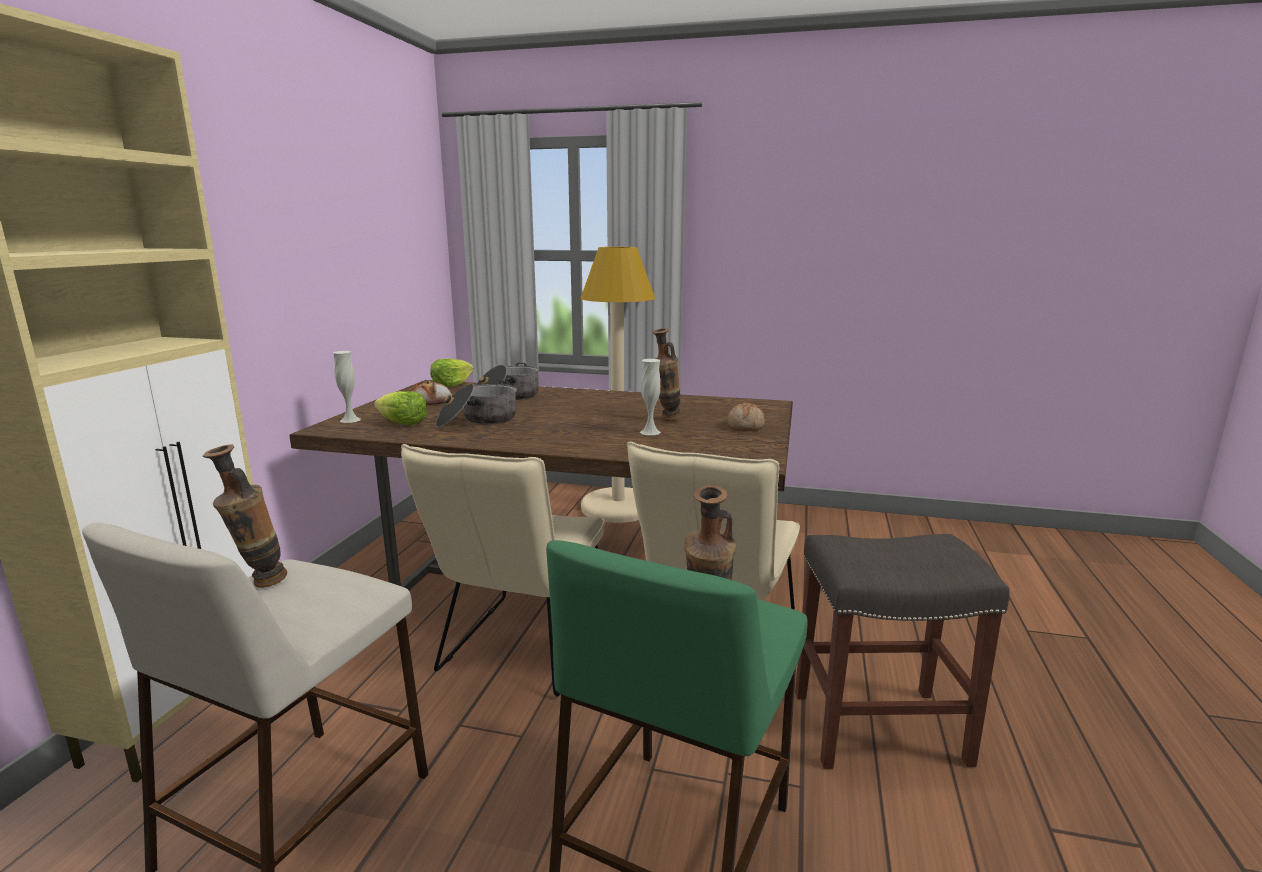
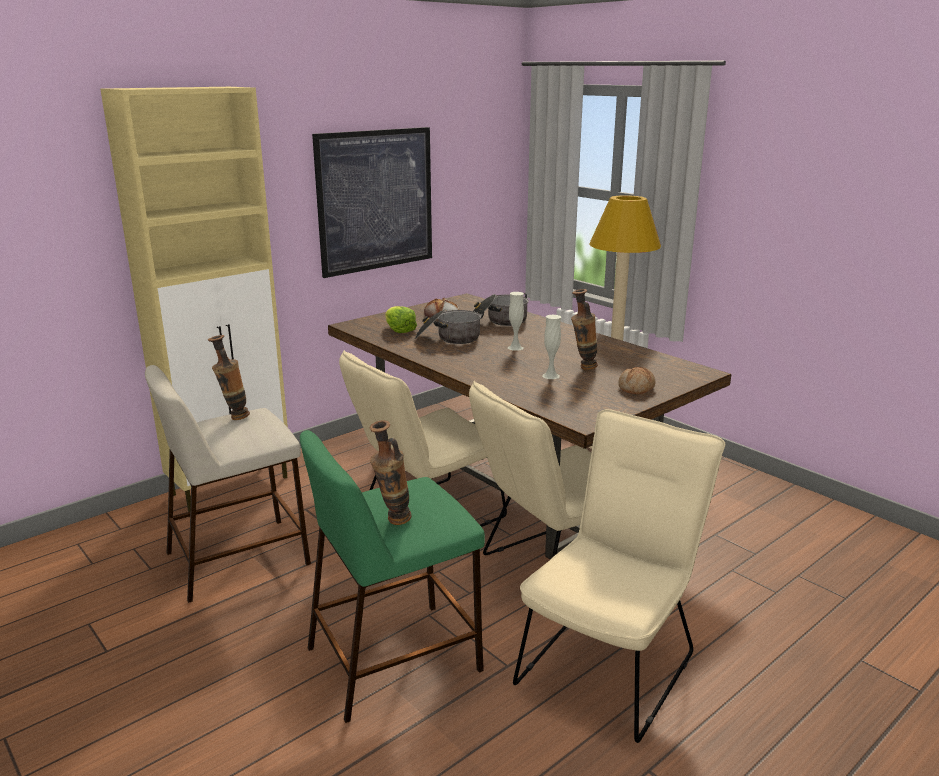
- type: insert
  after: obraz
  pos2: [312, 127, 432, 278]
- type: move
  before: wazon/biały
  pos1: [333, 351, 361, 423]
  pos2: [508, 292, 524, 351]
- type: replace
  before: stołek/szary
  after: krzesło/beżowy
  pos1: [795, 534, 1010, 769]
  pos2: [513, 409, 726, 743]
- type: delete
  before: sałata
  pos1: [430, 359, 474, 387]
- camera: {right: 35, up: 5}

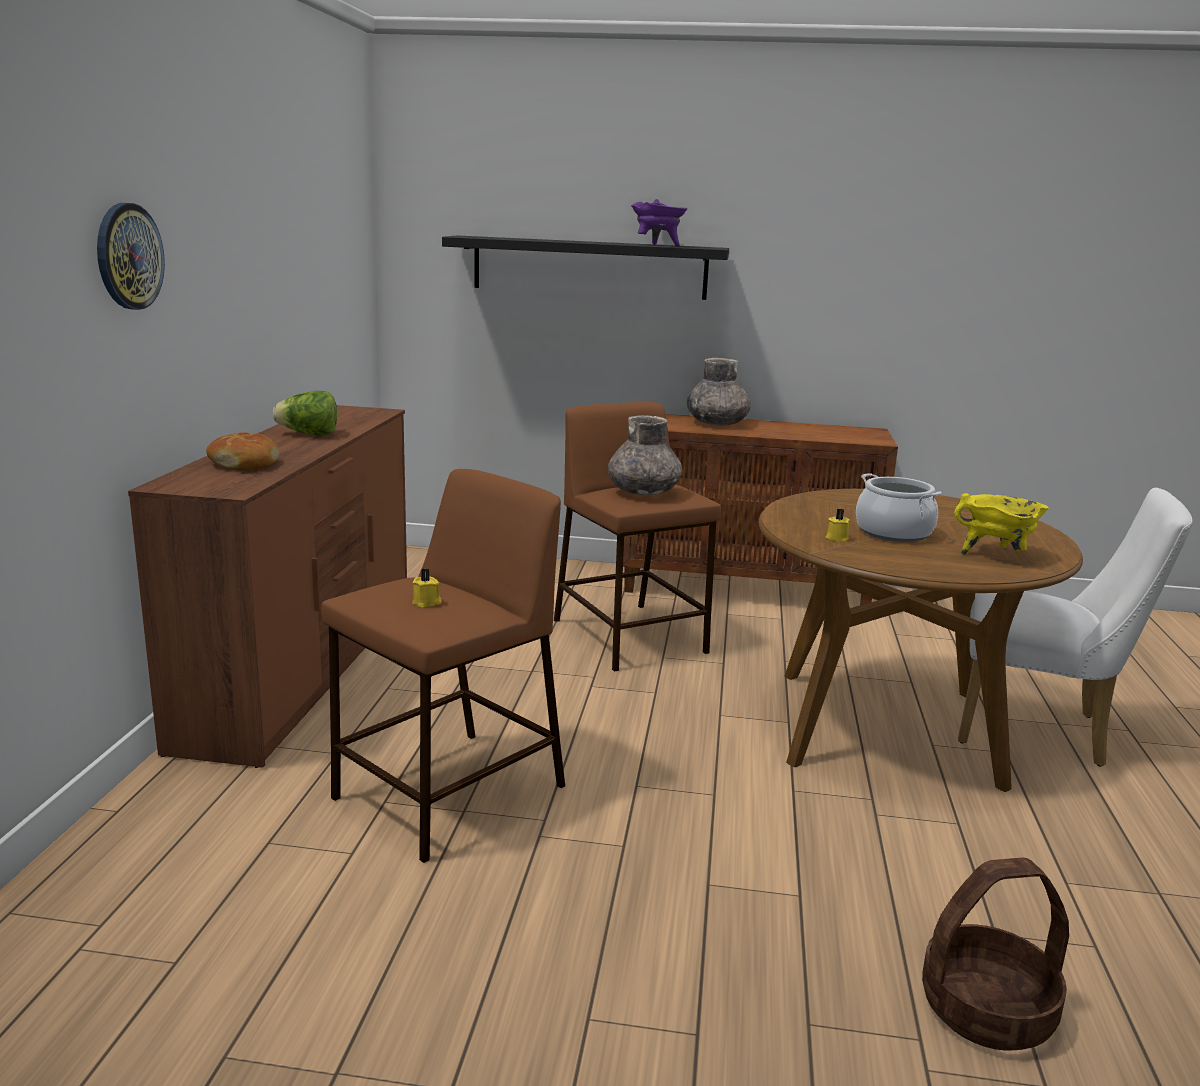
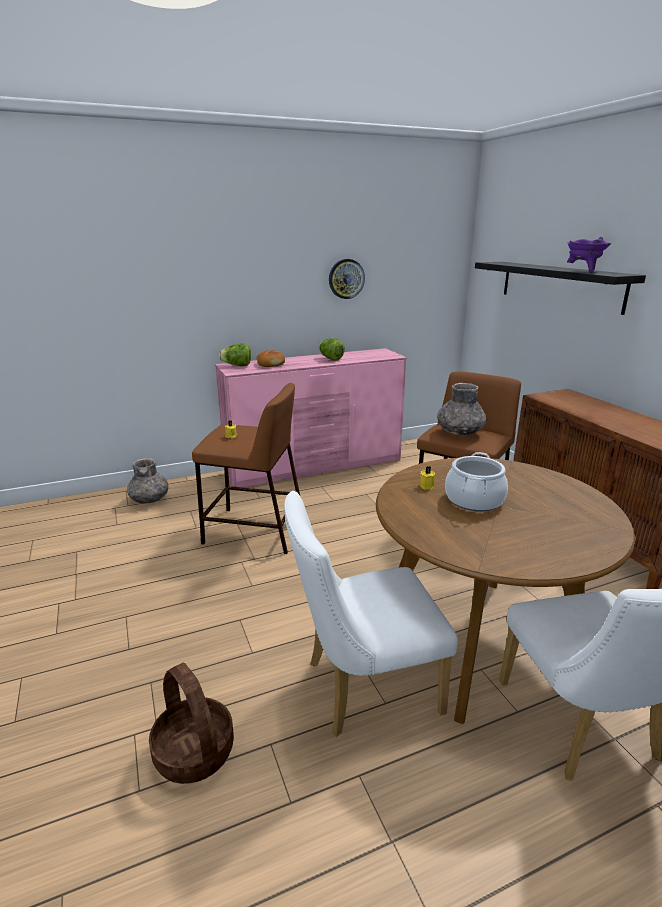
- type: move
  before: wazon/szary
  pos1: [686, 358, 751, 426]
  pos2: [127, 458, 168, 504]
- type: recolor
  before: komoda/brązowy
  after: komoda/różowy
  pos1: [128, 405, 407, 768]
  pos2: [215, 348, 407, 488]
- type: insert
  after: sałata
  pos2: [219, 344, 251, 366]
- type: insert
  after: krzesło/biały
  pos2: [284, 491, 458, 737]
- type: move
  before: zegar ścienny
  pos1: [97, 203, 165, 310]
  pos2: [329, 259, 365, 299]
- type: delete
  before: garnek/żółty
  pos1: [954, 493, 1049, 555]
- camera: {right: 60, up: 5}

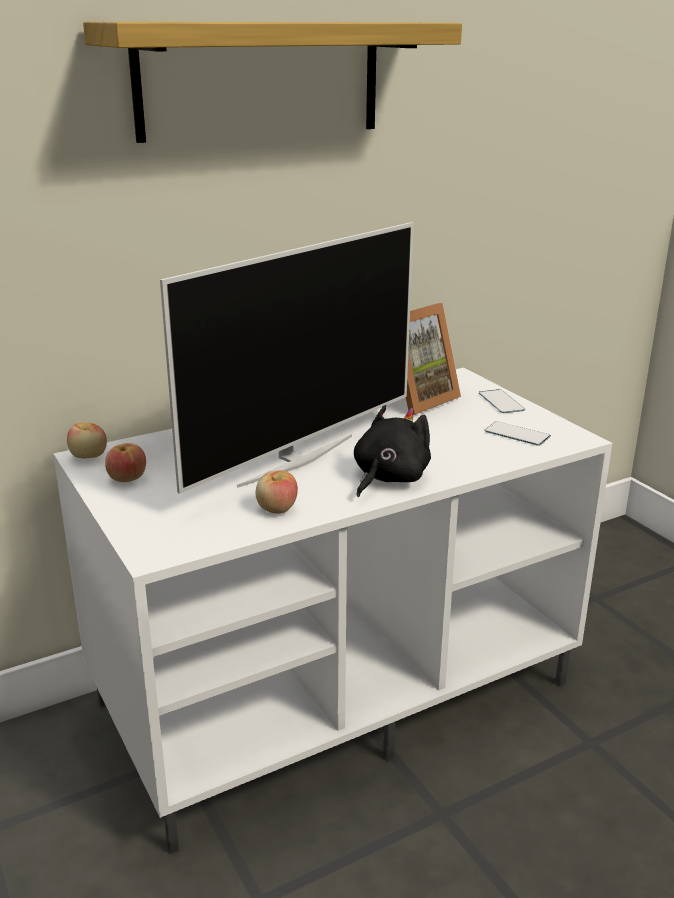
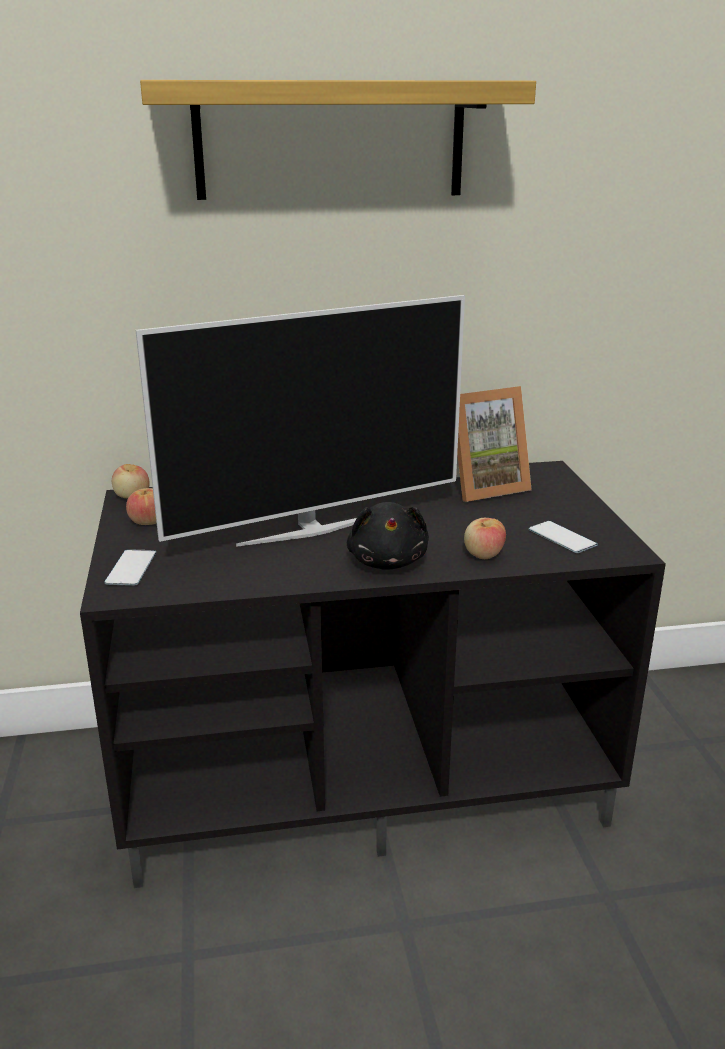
- type: recolor
  before: szafka pod telewizor/biały
  after: szafka pod telewizor/czarny
  pos1: [53, 368, 612, 854]
  pos2: [80, 461, 666, 888]
- type: move
  before: telefon
  pos1: [479, 389, 525, 413]
  pos2: [104, 549, 156, 586]
- type: rotate
  before: pluszak/czarny
  pos1: [354, 405, 431, 497]
  pos2: [347, 502, 429, 570]
  turn: 120
- type: move
  before: jabłko
  pos1: [256, 471, 298, 514]
  pos2: [464, 518, 506, 559]
- camera: {right: 20, up: 0}

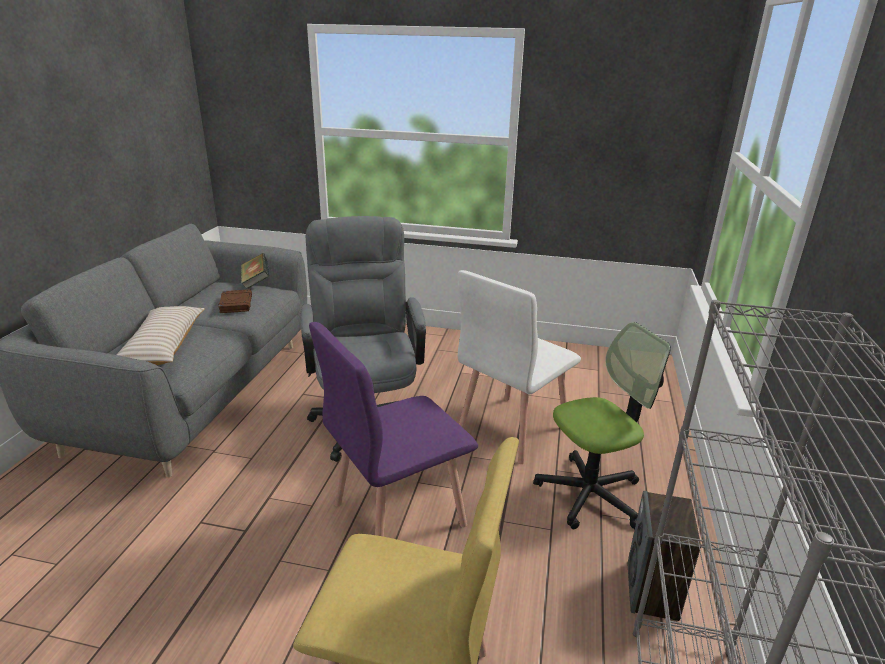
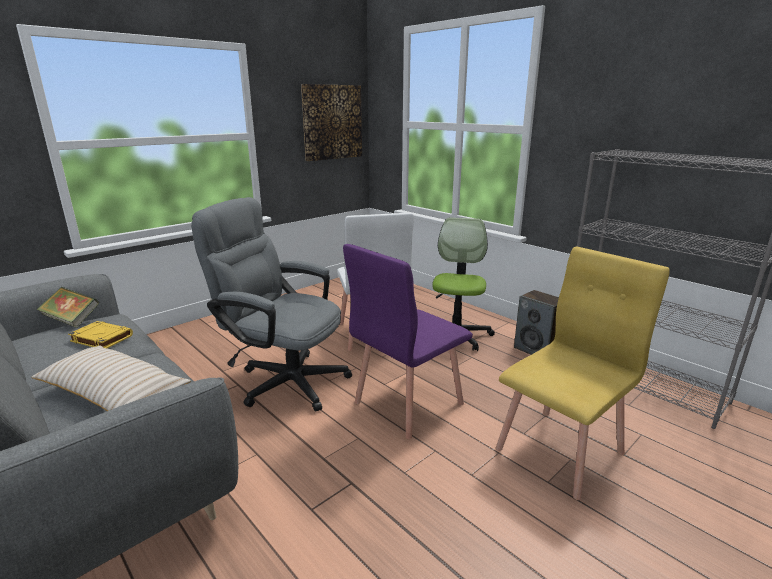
- type: recolor
  before: książka/brązowy
  after: książka/żółty
  pos1: [218, 289, 252, 313]
  pos2: [68, 321, 133, 348]
- type: insert
  after: obraz
  pos2: [301, 84, 362, 161]
- type: rotate
  before: krzesło/fioletowy
  pos1: [309, 322, 478, 537]
  pos2: [343, 244, 473, 439]
  turn: 45
- camera: {right: -55, up: -5}

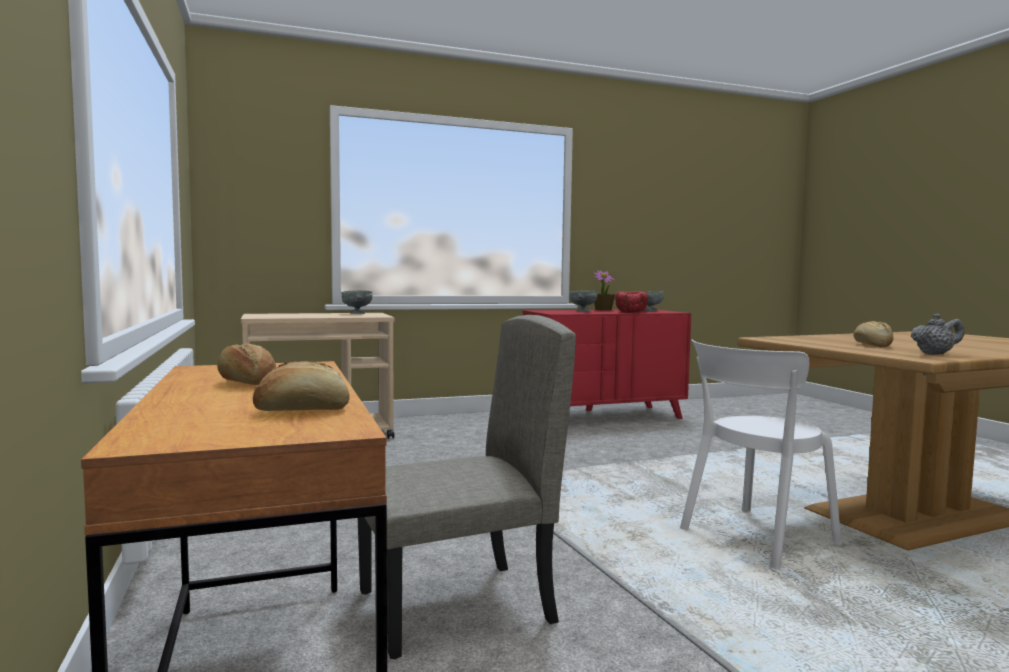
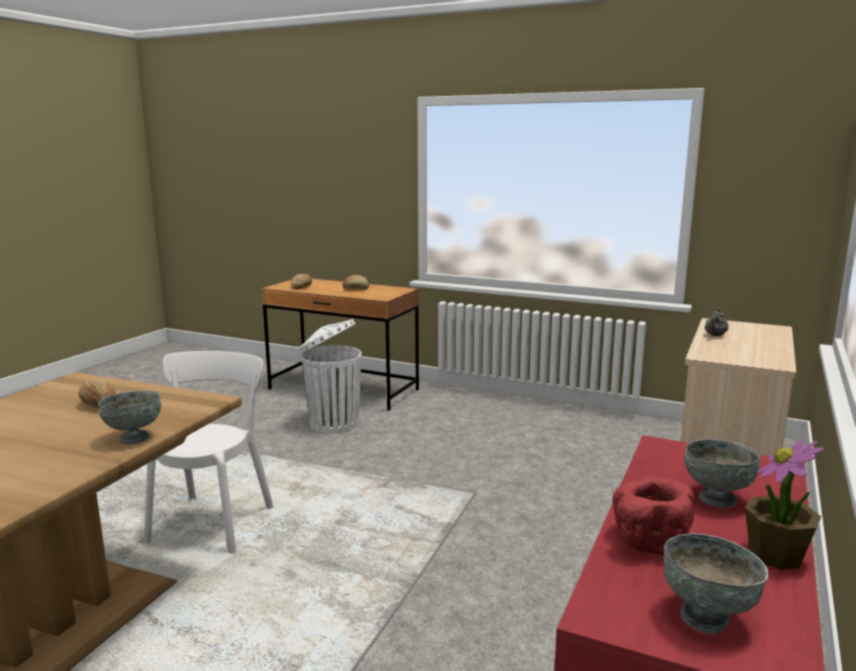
- type: move
  before: miska/szary
  pos1: [341, 290, 373, 314]
  pos2: [98, 390, 161, 444]
- type: replace
  before: krzesło/beżowy
  after: kosz na śmieci/biały
  pos1: [358, 315, 576, 659]
  pos2: [298, 319, 362, 433]
- type: move
  before: imbryk/szary
  pos1: [911, 313, 965, 355]
  pos2: [704, 308, 729, 336]
- camera: {right: 135, up: 10}

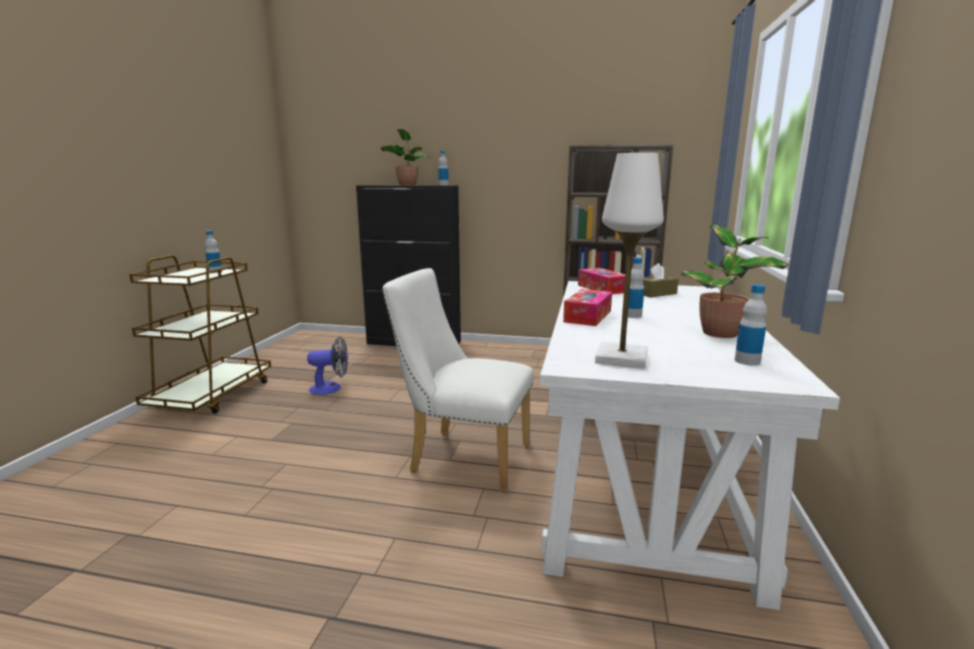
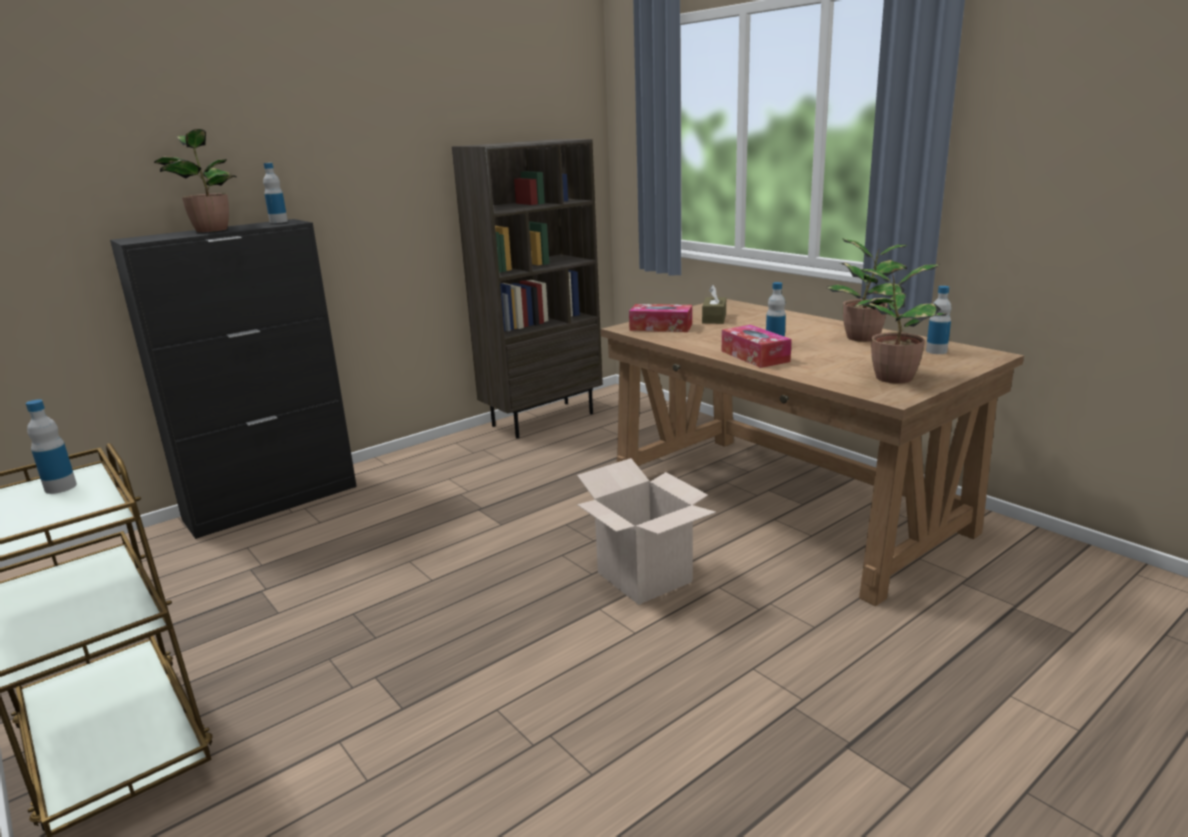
- type: replace
  before: krzesło/biały
  after: karton
  pos1: [383, 268, 534, 492]
  pos2: [577, 458, 716, 605]
- type: recolor
  before: biurko/biały
  after: biurko/brązowy
  pos1: [540, 281, 840, 610]
  pos2: [601, 299, 1024, 606]
- type: replace
  before: lampa stołowa/biały
  after: roślina doniczkowa
  pos1: [595, 153, 664, 369]
  pos2: [853, 264, 948, 384]
- type: delete
  before: wentylator
  pos1: [307, 337, 348, 395]
- camera: {right: -50, up: 5}

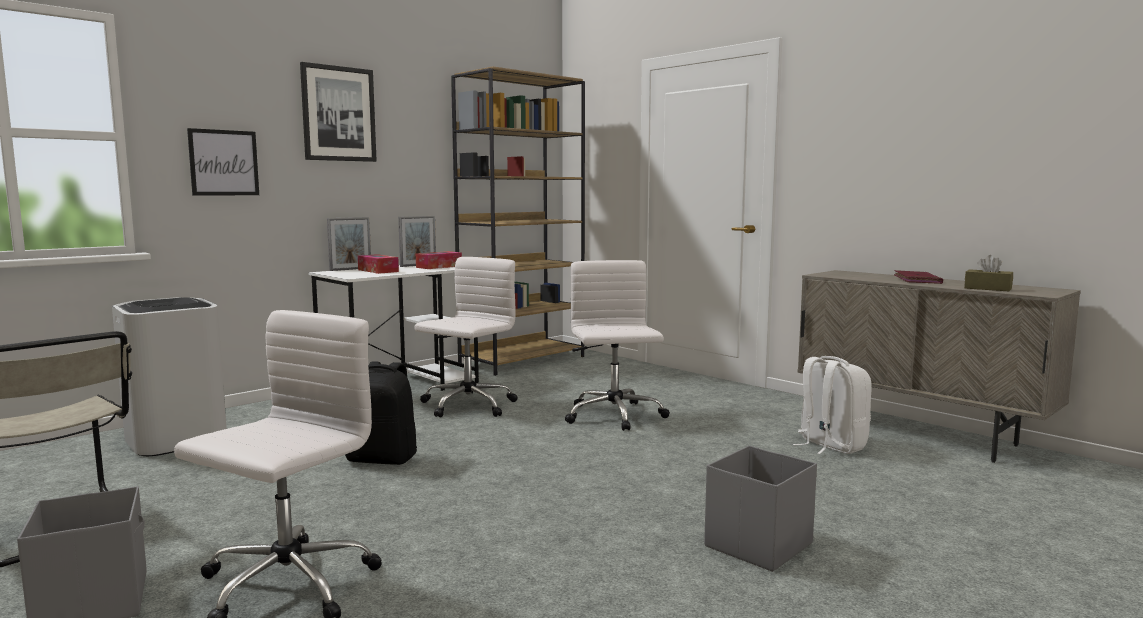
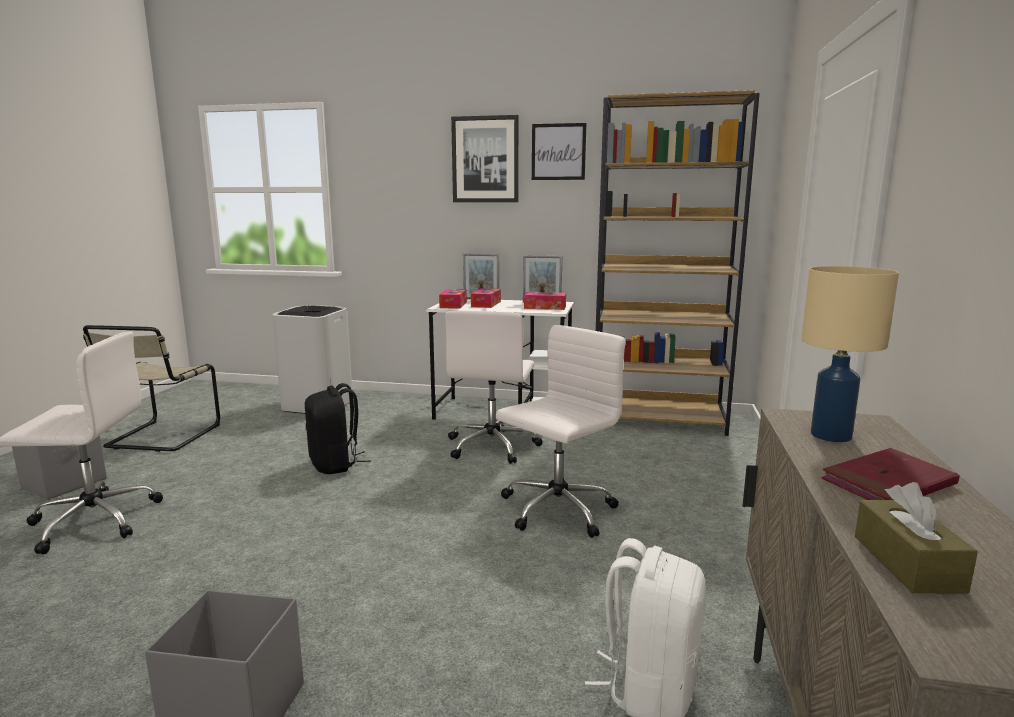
- type: insert
  after: pudełko chusteczek
  pos2: [439, 289, 467, 309]
- type: rotate
  before: krzesło biurowe/biały
  pos1: [414, 257, 517, 417]
  pos2: [445, 310, 543, 464]
  turn: 105
- type: move
  before: obraz
  pos1: [187, 128, 259, 196]
  pos2: [532, 123, 586, 180]
- type: insert
  after: lampa stołowa/beżowy
  pos2: [801, 266, 899, 442]
- camera: {right: 55, up: 5}

